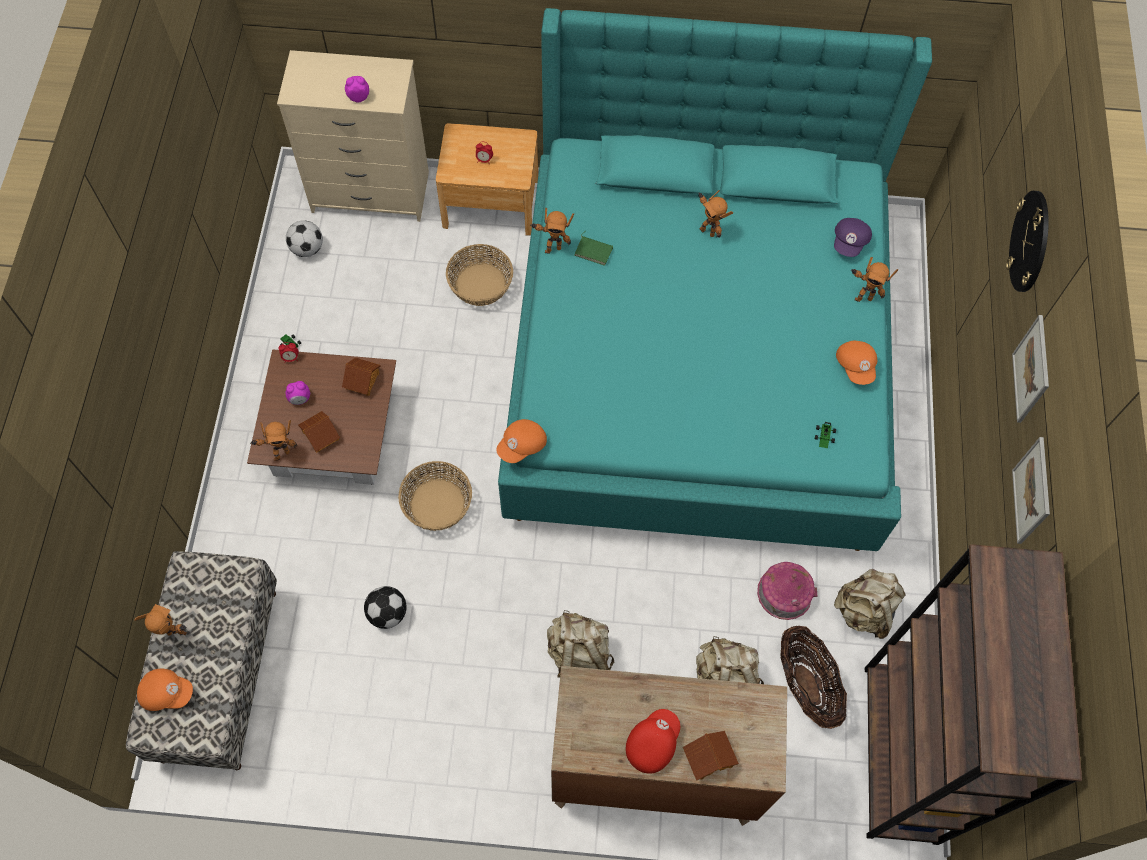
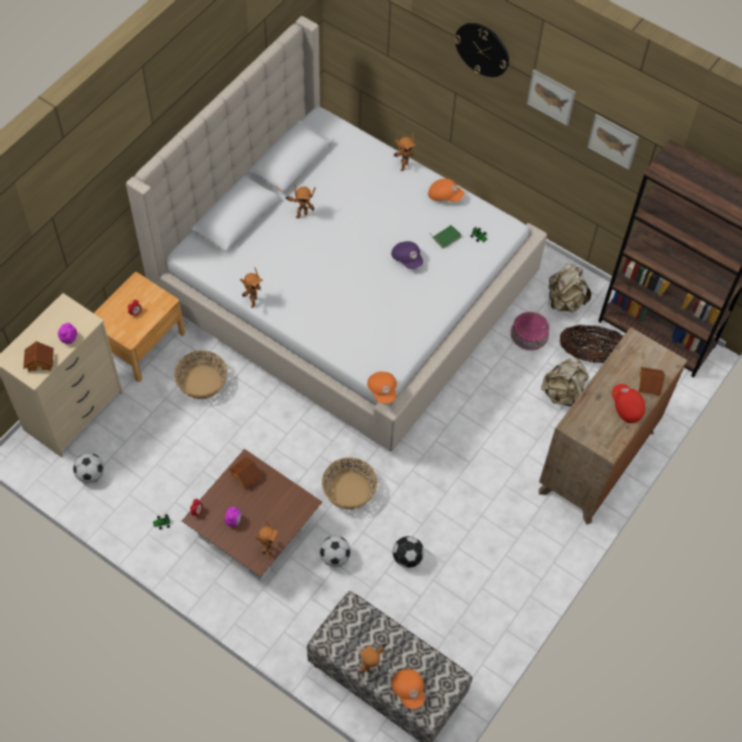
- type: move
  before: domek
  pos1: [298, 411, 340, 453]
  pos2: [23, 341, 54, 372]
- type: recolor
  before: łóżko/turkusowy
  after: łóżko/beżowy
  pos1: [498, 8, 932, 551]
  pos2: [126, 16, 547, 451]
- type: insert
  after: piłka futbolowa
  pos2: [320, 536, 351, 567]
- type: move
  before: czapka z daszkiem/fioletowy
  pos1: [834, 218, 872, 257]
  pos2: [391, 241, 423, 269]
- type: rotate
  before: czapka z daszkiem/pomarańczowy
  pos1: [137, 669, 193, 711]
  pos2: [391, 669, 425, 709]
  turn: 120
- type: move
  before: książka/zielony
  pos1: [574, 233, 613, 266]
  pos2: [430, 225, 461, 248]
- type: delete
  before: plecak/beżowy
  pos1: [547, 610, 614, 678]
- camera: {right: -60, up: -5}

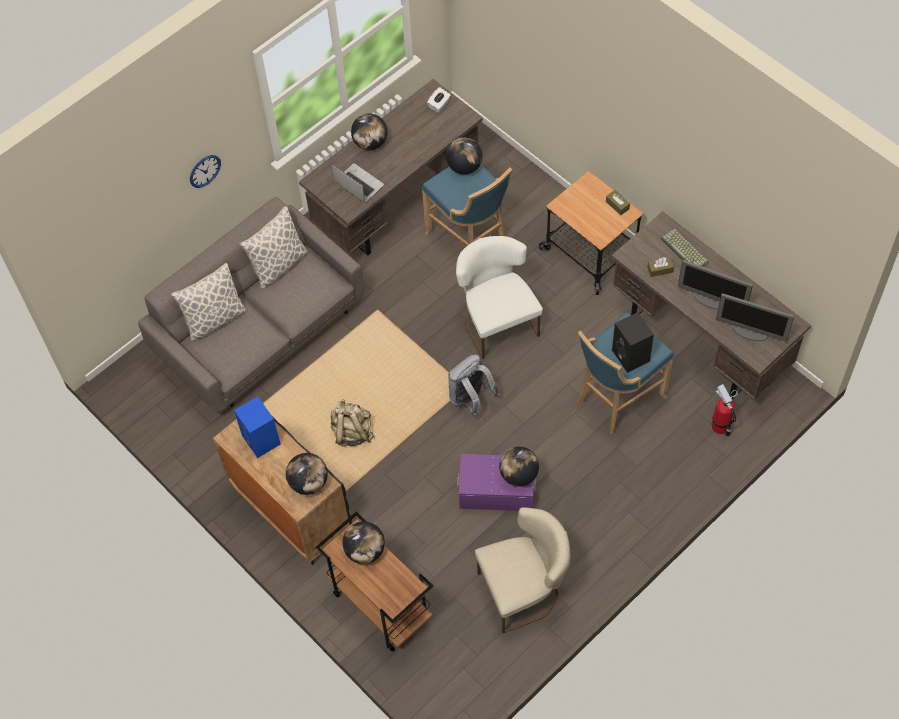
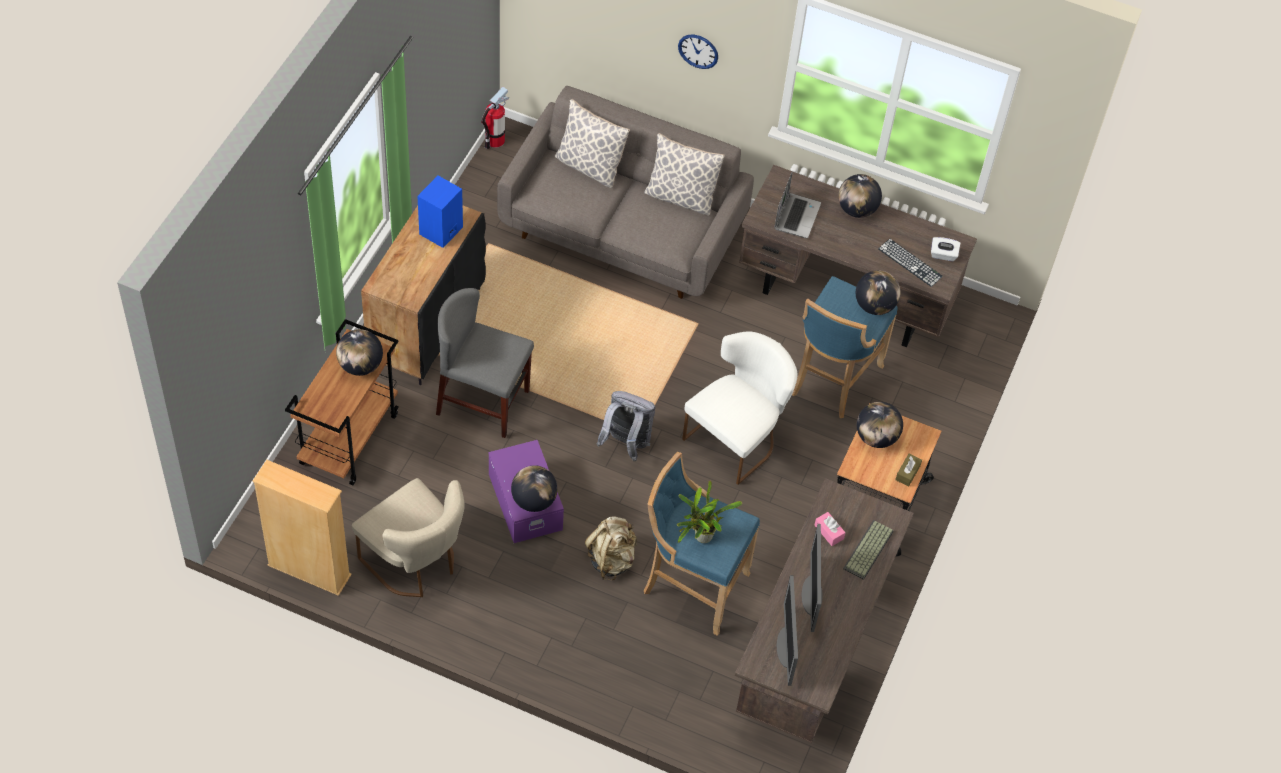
- type: insert
  after: regał/beżowy
  pos2: [253, 460, 352, 596]
- type: insert
  after: krzesło/szary
  pos2: [436, 288, 534, 438]
- type: move
  before: gaśnica
  pos1: [711, 384, 738, 436]
  pos2: [481, 87, 509, 149]
- type: move
  before: plecak/beżowy
  pos1: [331, 399, 374, 446]
  pos2: [585, 516, 637, 580]
- type: replace
  before: głośnik/czarny
  after: roślina doniczkowa
  pos1: [612, 312, 654, 373]
  pos2: [677, 480, 742, 543]
- type: recolor
  before: pudełko chusteczek/brązowy
  after: pudełko chusteczek/różowy
  pos1: [647, 257, 674, 277]
  pos2: [814, 512, 846, 546]
- type: move
  before: globus
  pos1: [286, 453, 328, 495]
  pos2: [857, 402, 903, 448]
- type: insert
  after: klawiatura
  pos2: [878, 238, 943, 287]
- camera: {right: 60, up: -5}

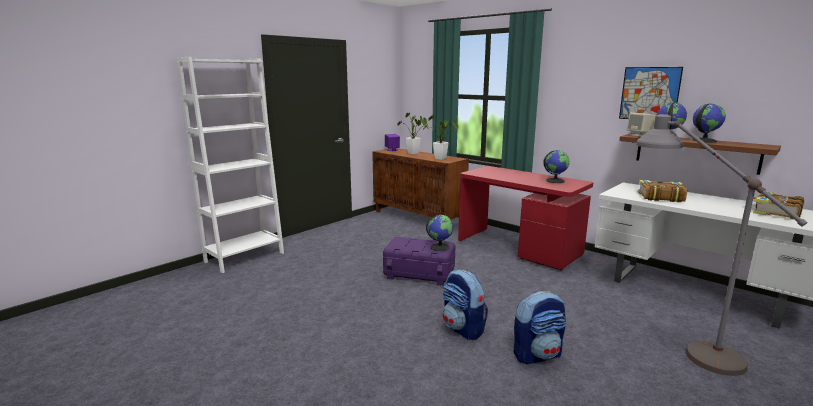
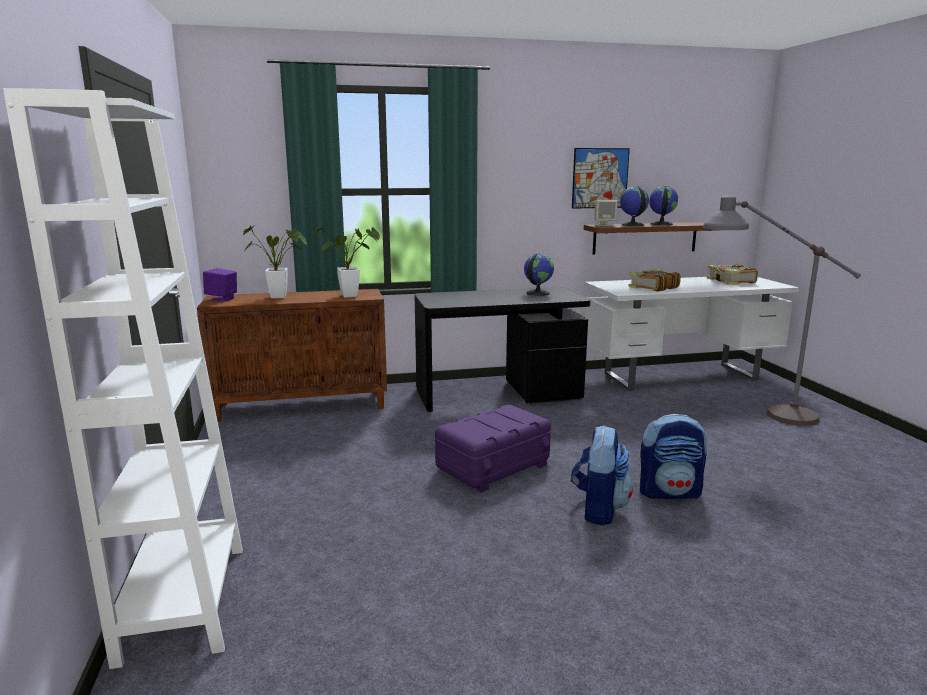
- type: recolor
  before: biurko/czerwony
  after: biurko/czarny
  pos1: [458, 166, 593, 271]
  pos2: [414, 287, 590, 412]
- type: move
  before: plecak
  pos1: [514, 291, 566, 364]
  pos2: [571, 425, 633, 526]
- type: delete
  before: globus
  pos1: [426, 215, 453, 251]
- camera: {right: -55, up: 0}

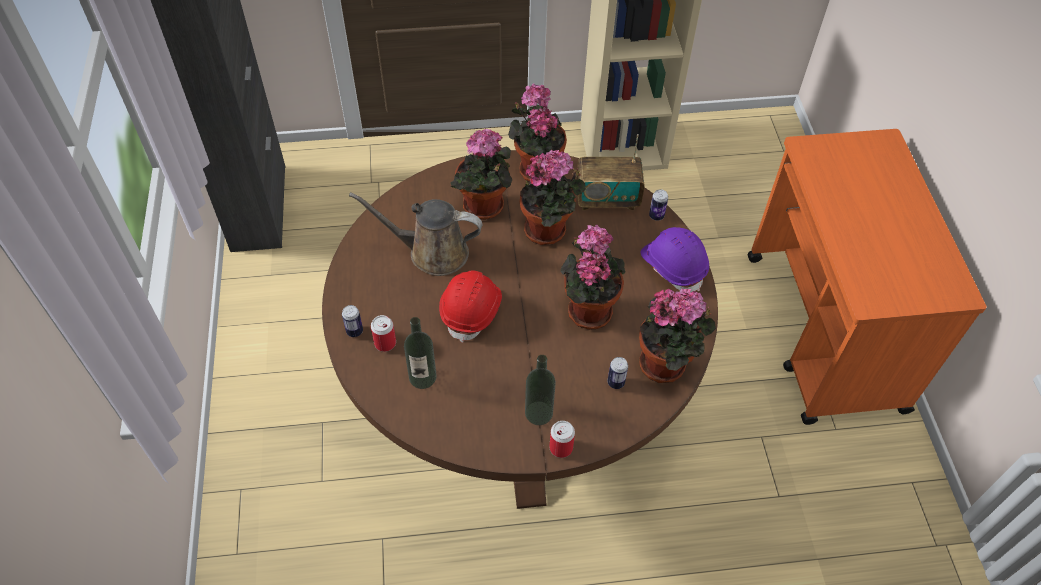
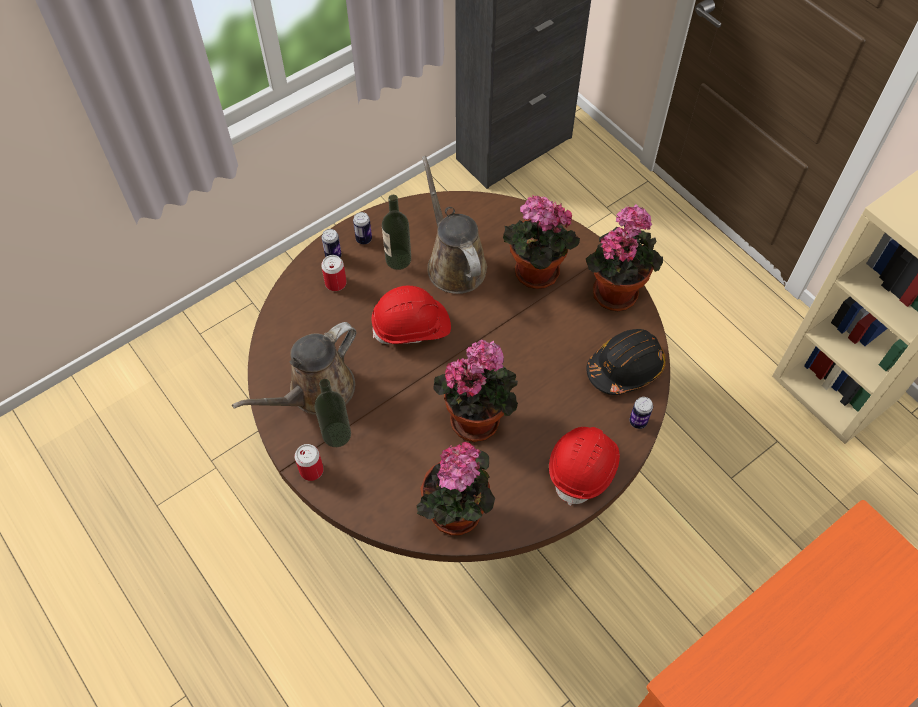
- type: insert
  after: konewka/brązowy
  pos2: [232, 322, 356, 415]
- type: move
  before: puszka
  pos1: [608, 357, 628, 389]
  pos2: [353, 212, 372, 244]
- type: move
  before: butelka
  pos1: [404, 317, 437, 389]
  pos2: [382, 195, 411, 270]
- type: recolor
  before: kask/fioletowy
  after: kask/czerwony
  pos1: [640, 227, 709, 292]
  pos2: [549, 427, 620, 506]
- type: replace
  before: radio
  after: kask/czarny
  pos1: [576, 134, 645, 210]
  pos2: [586, 329, 666, 395]
- type: delete
  before: roślina doniczkowa
  pos1: [520, 150, 586, 245]
- camera: {right: 60, up: 5}

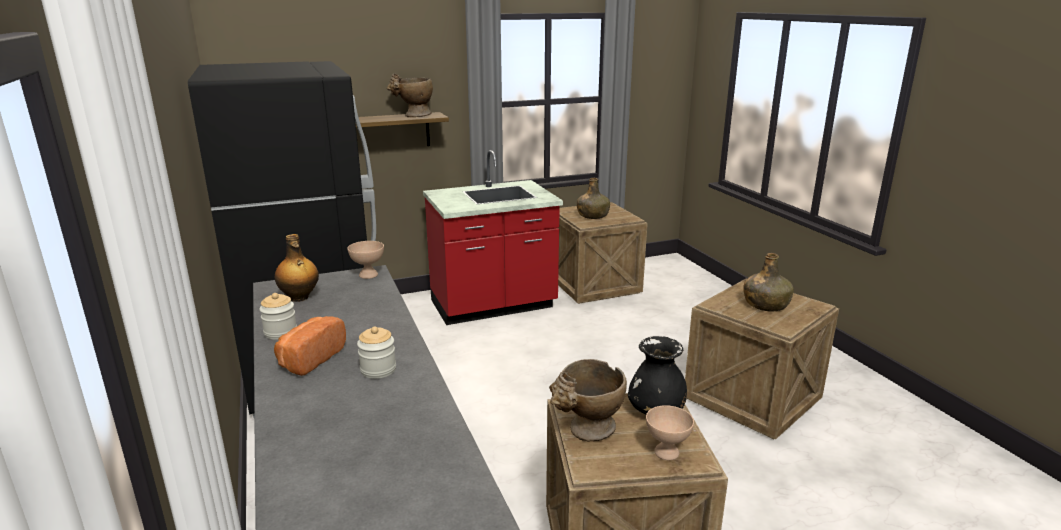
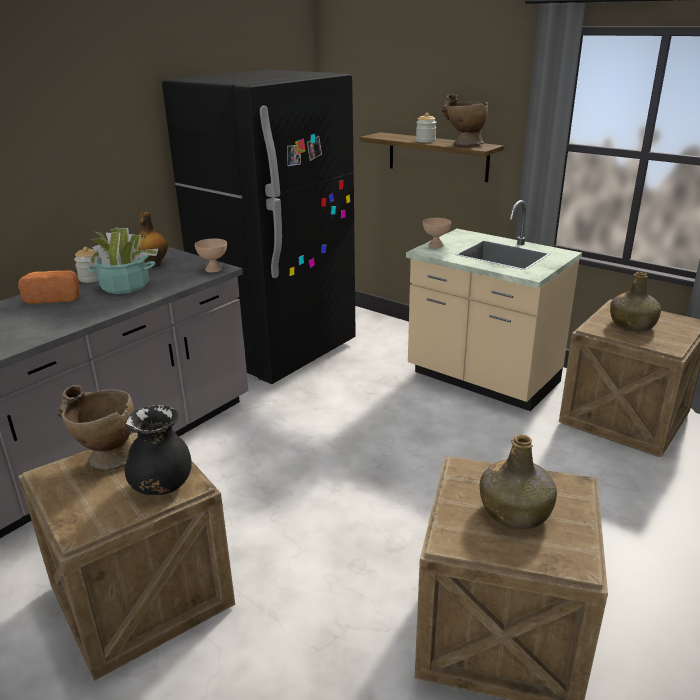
- type: insert
  after: roślina doniczkowa
  pos2: [87, 227, 158, 294]
- type: recolor
  before: zabudowa kuchenna/czerwony
  after: zabudowa kuchenna/beżowy
  pos1: [423, 150, 563, 325]
  pos2: [406, 200, 582, 411]
- type: move
  before: słoik
  pos1: [357, 326, 396, 379]
  pos2: [416, 113, 437, 143]
- type: move
  before: miska/beżowy
  pos1: [646, 405, 694, 460]
  pos2: [423, 218, 451, 248]
- camera: {right: 60, up: 5}

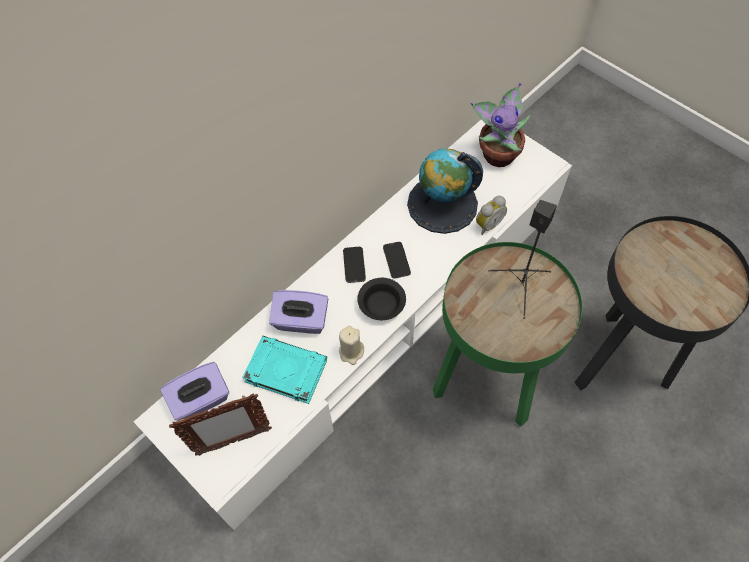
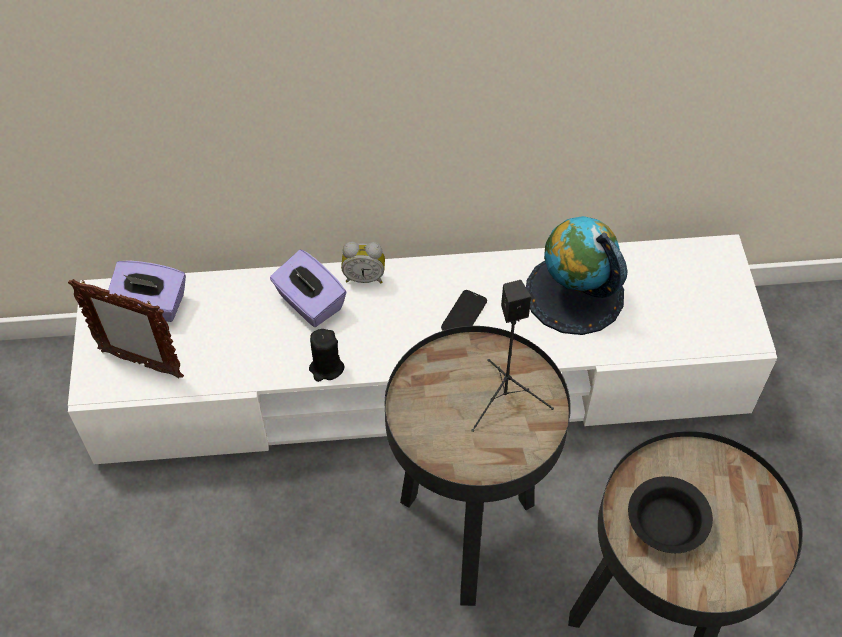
- type: recolor
  before: świeca/beżowy
  after: świeca/czarny
  pos1: [339, 326, 364, 365]
  pos2: [309, 329, 344, 382]
- type: move
  before: budzik
  pos1: [476, 196, 507, 235]
  pos2: [341, 242, 385, 283]
- type: recolor
  before: stolik/zielony
  after: stolik/czarny
  pos1: [433, 242, 582, 427]
  pos2: [385, 326, 571, 606]
- type: move
  before: miska/czarny
  pos1: [357, 278, 406, 320]
  pos2: [628, 476, 713, 553]
- type: delete
  before: książka/turkusowy
  pos1: [242, 336, 327, 404]
- type: delete
  before: telefon
  pos1: [343, 247, 366, 283]
- type: delete
  before: roślina doniczkowa
  pos1: [471, 82, 530, 167]
- camera: {right: 40, up: -5}

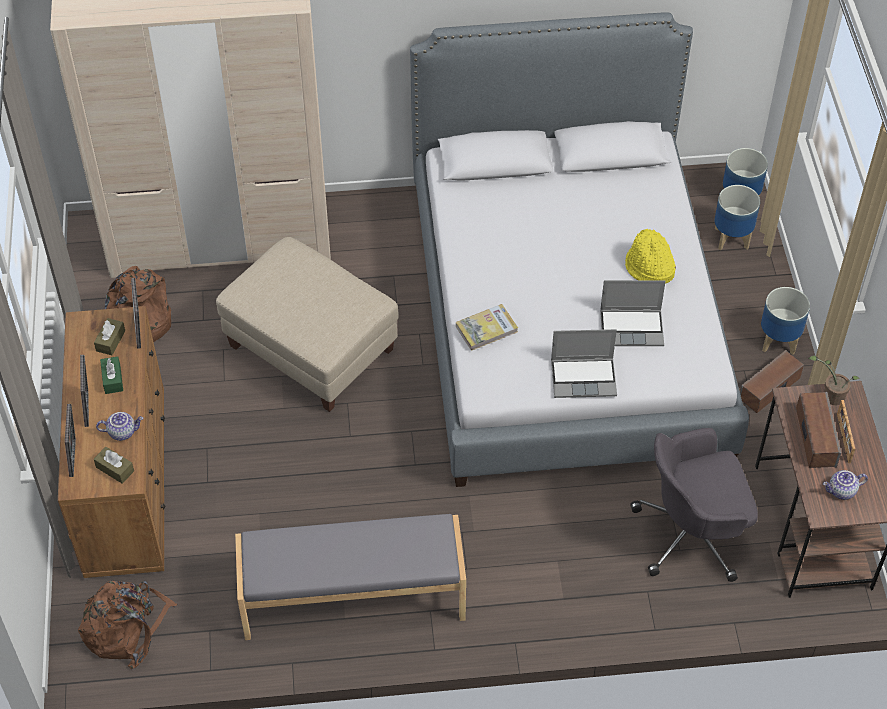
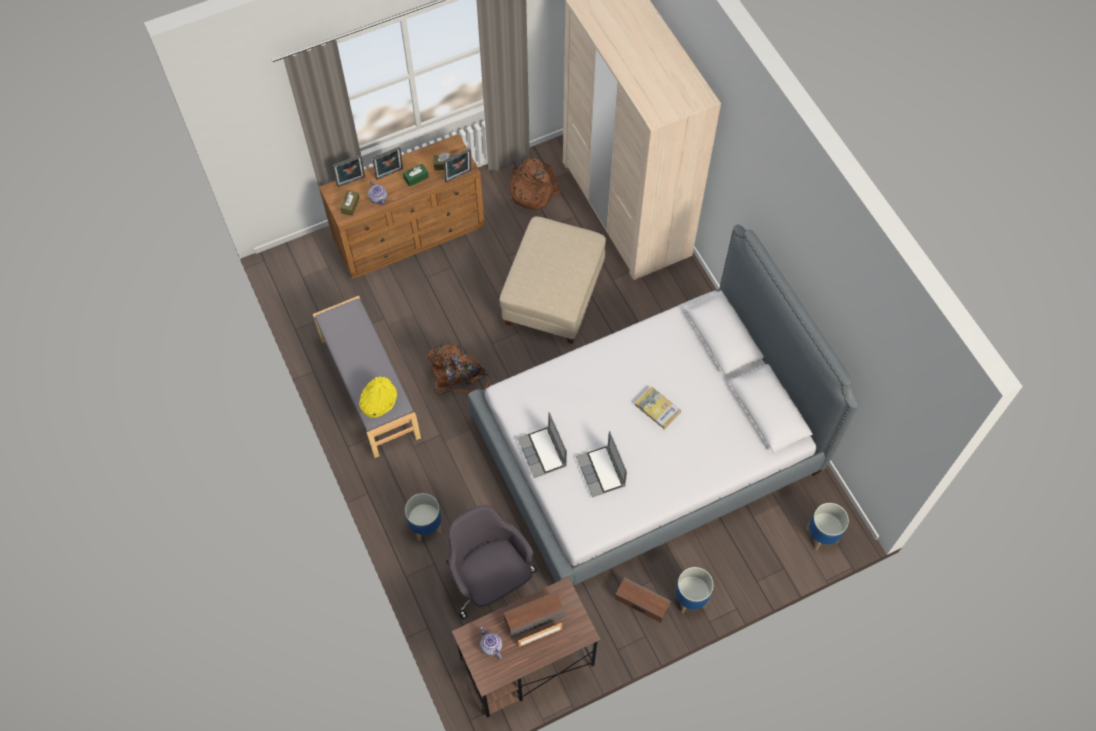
- type: move
  before: kapelusz/żółty
  pos1: [625, 229, 676, 284]
  pos2: [359, 376, 397, 418]
- type: move
  before: donica
  pos1: [714, 185, 760, 250]
  pos2: [405, 493, 442, 541]
- type: move
  before: plecak/brązowy
  pos1: [78, 580, 177, 669]
  pos2: [427, 345, 489, 394]
- type: move
  before: książka
  pos1: [456, 304, 518, 351]
  pos2: [635, 387, 681, 430]
- type: delete
  before: roślina doniczkowa
  pos1: [808, 355, 860, 405]
- camera: {right: 70, up: 10}

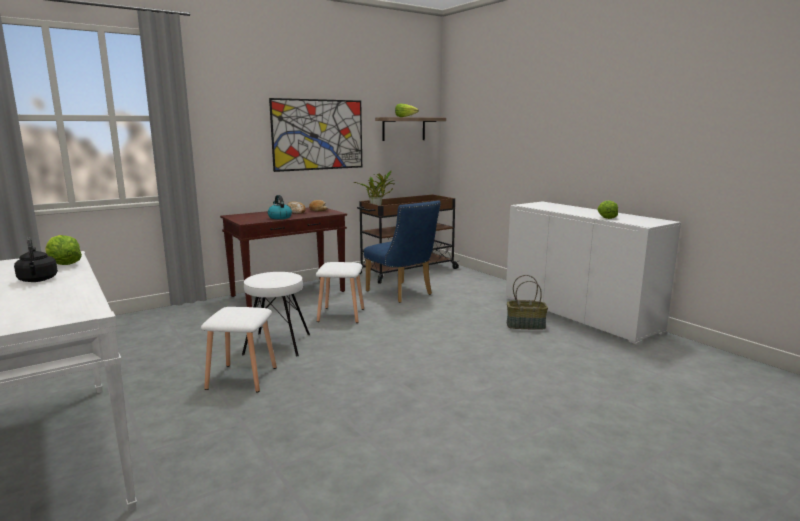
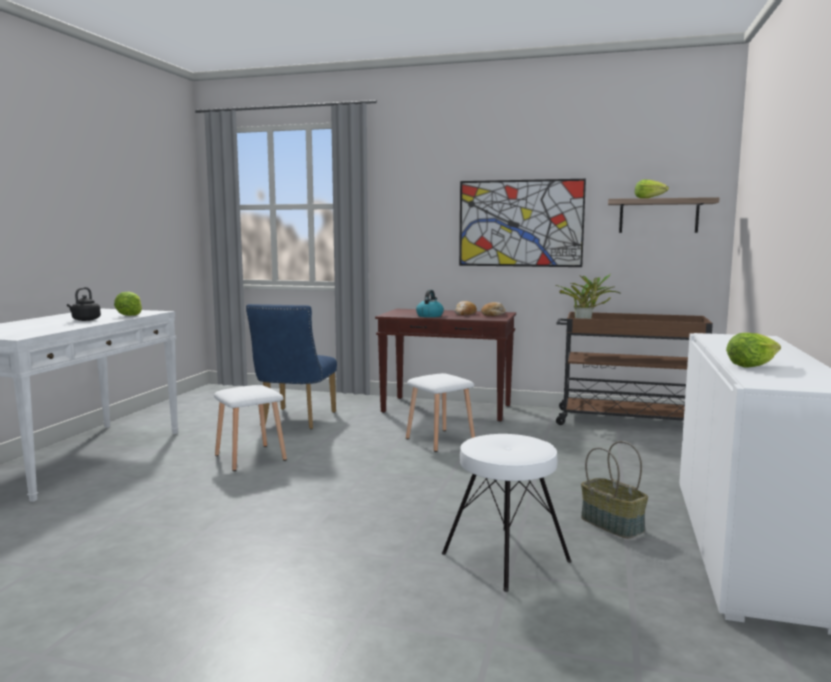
- type: move
  before: krzesło/niebieski
  pos1: [364, 200, 441, 303]
  pos2: [246, 304, 337, 429]
- type: move
  before: stołek/biały
  pos1: [242, 272, 310, 356]
  pos2: [442, 434, 571, 592]
- camera: {right: 50, up: -5}

